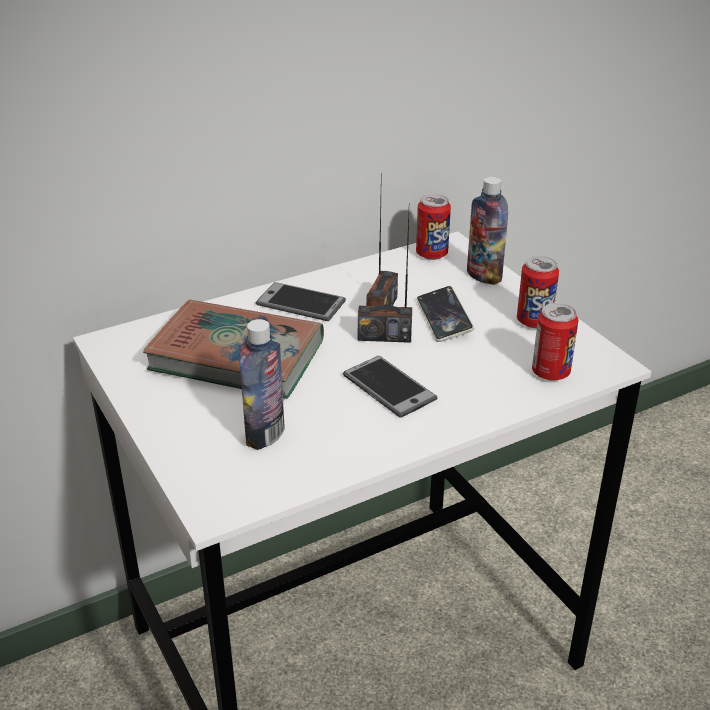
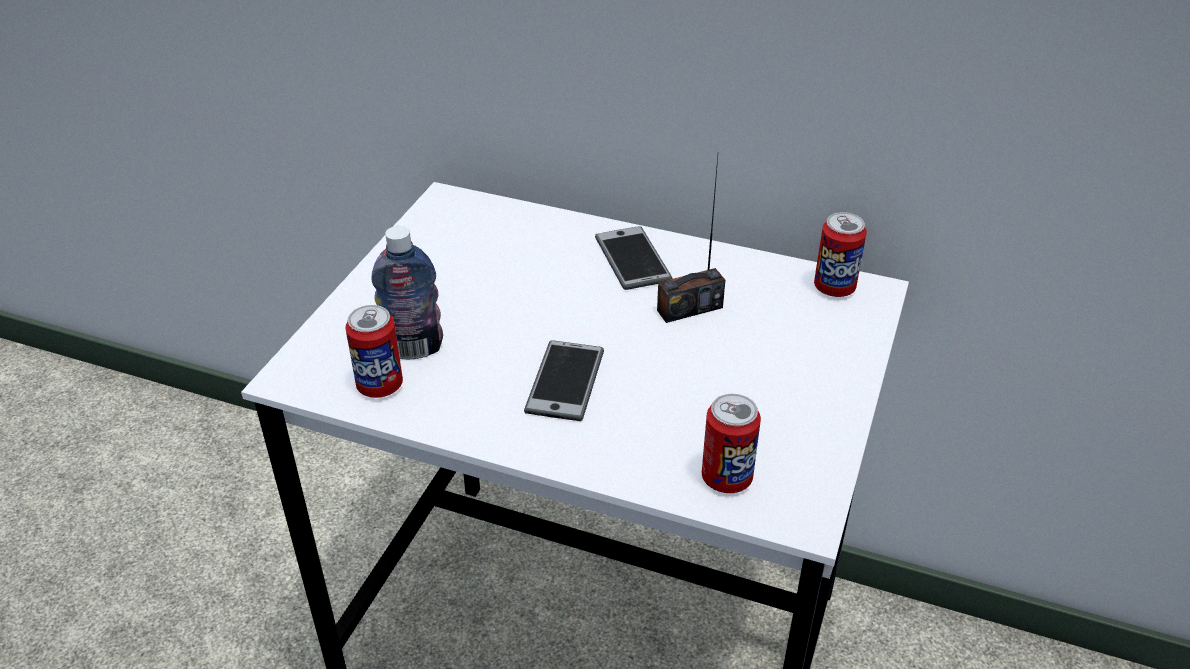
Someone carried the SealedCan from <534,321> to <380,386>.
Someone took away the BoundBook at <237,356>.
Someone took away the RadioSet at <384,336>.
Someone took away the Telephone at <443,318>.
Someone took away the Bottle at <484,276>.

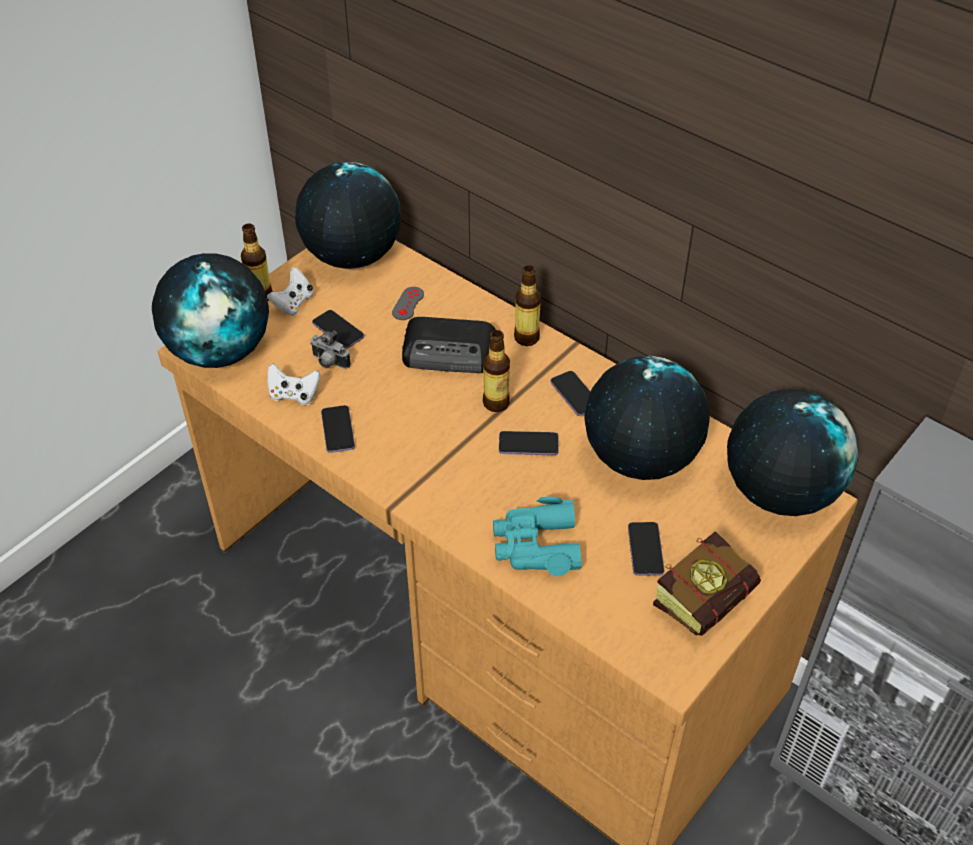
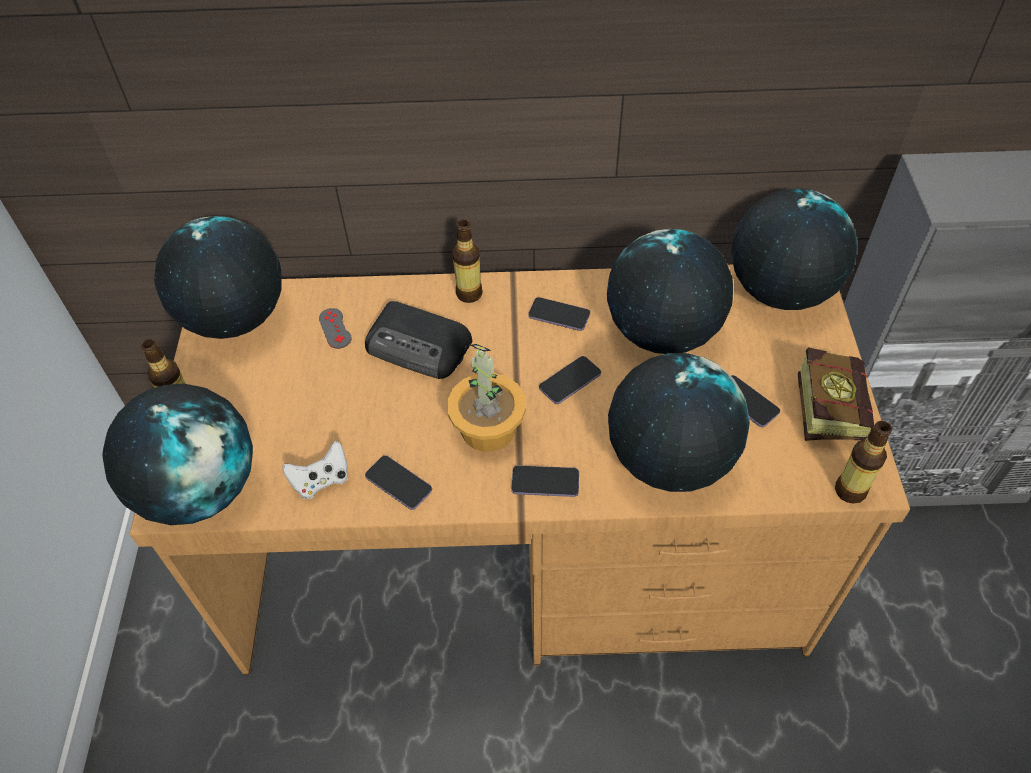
Someone rotated the RadioSet at <450,352> by 60 degrees clockwise.
Someone put down the Houseplant at <487,429>.
Someone carried the Telephone from <338,330> to <545,482>.
Someone swapped the TurquoiseBinoculars at <536,545> for the WorldGlobe at <669,460>.
Someone carried the Bottle from <496,403> to <850,490>.
Someone took away the WhitishJoypad at <293,303>.
Someone took away the PhotoCamera at <329,363>.

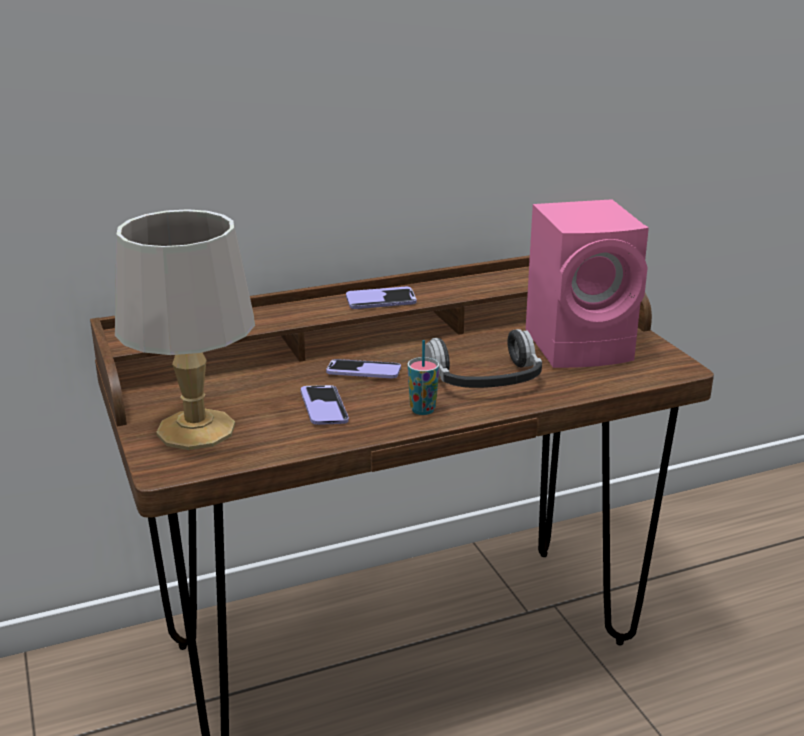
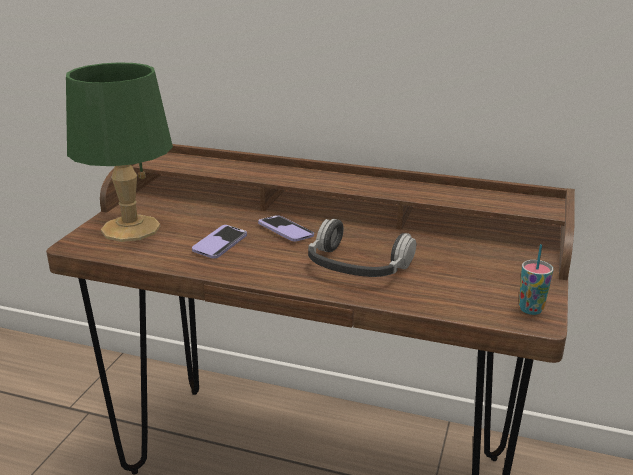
Someone repainted the GreyishTabletopLamp at <194,430>, which became the GreenTabletopLamp at <129,229>.
Someone carried the DrinkingCup from <422,410> to <530,309>.
Someone took away the Telephone at <381,300>.
Someone took away the PinkColouredSpeaker at <582,346>.

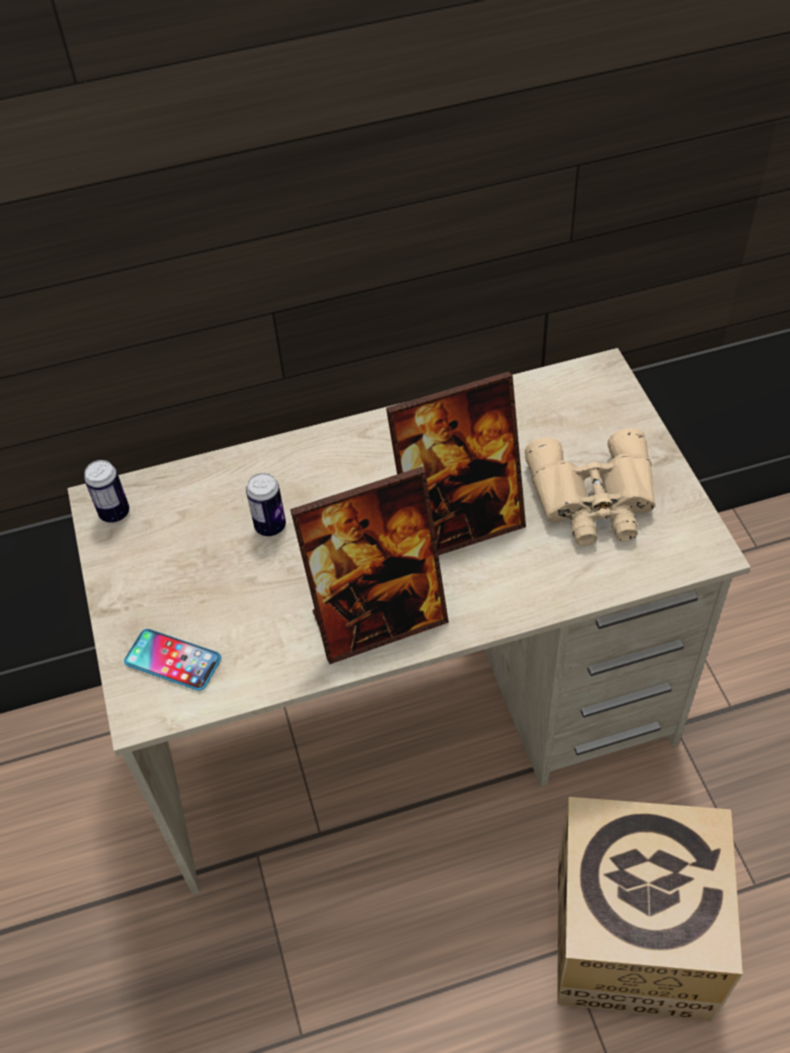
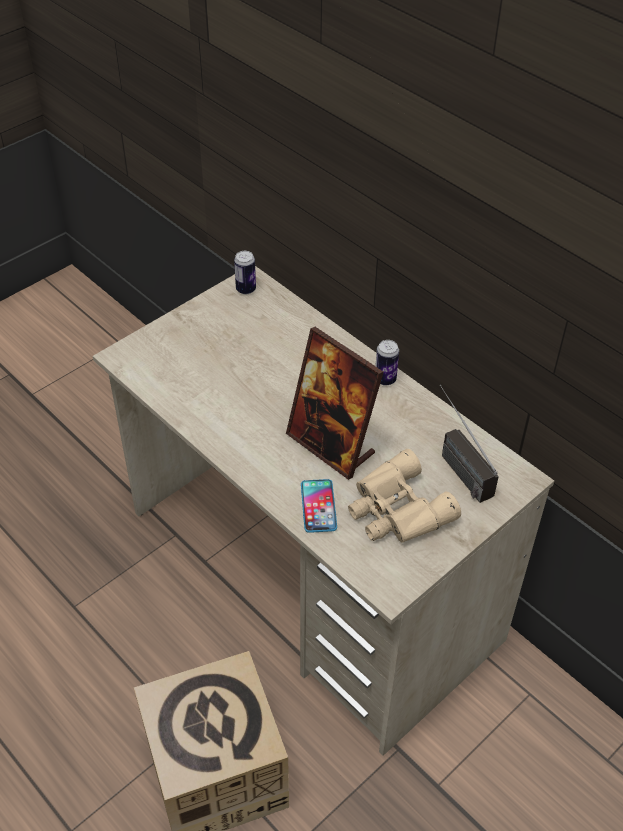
Someone carried the Telephone from <173,660> to <318,506>.
Someone carried the SealedCan from <270,526> to <385,379>.
Someone put down the RadioSet at <455,464>.
Someone took away the PhotoFrame at <378,619>.

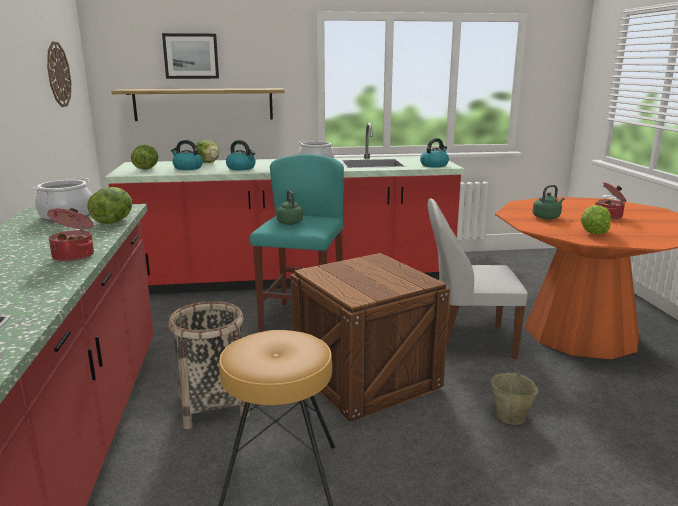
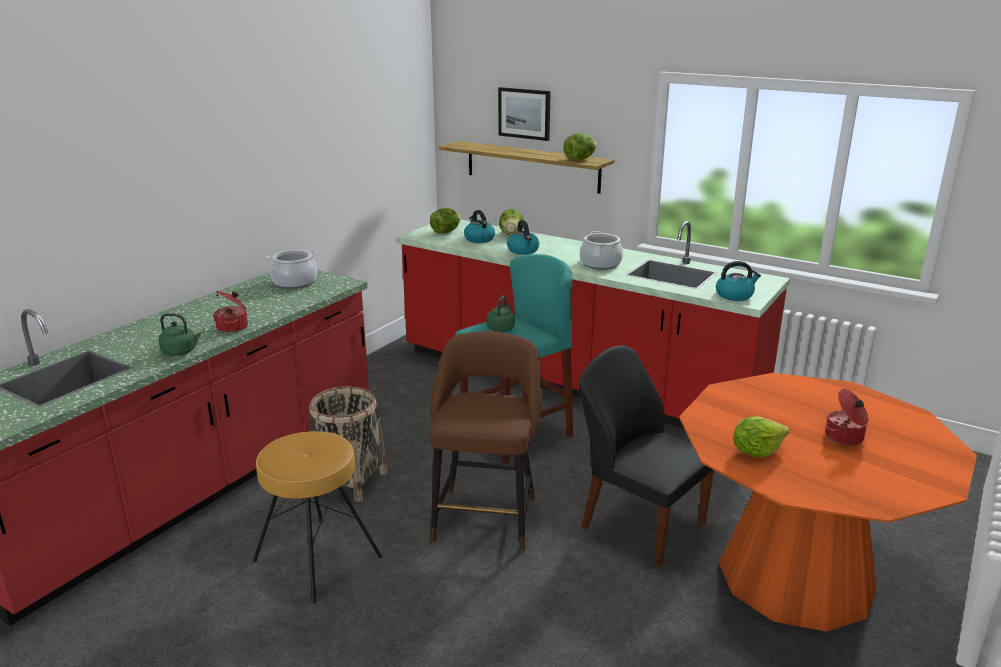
Someone carried the GreenKettle from <547,217> to <181,352>.
Someone swapped the PackingCrate at <365,379> for the BrownColouredStool at <486,515>.
Someone carried the LettuceHead from <113,221> to <579,159>.
Someone repainted the WhitishUprightChair at <467,341>, which became the BlackishUprightChair at <640,524>.
Someone took away the WallClock at <58,74>.
Someone took away the BeigeWaterBucket at <511,416>.

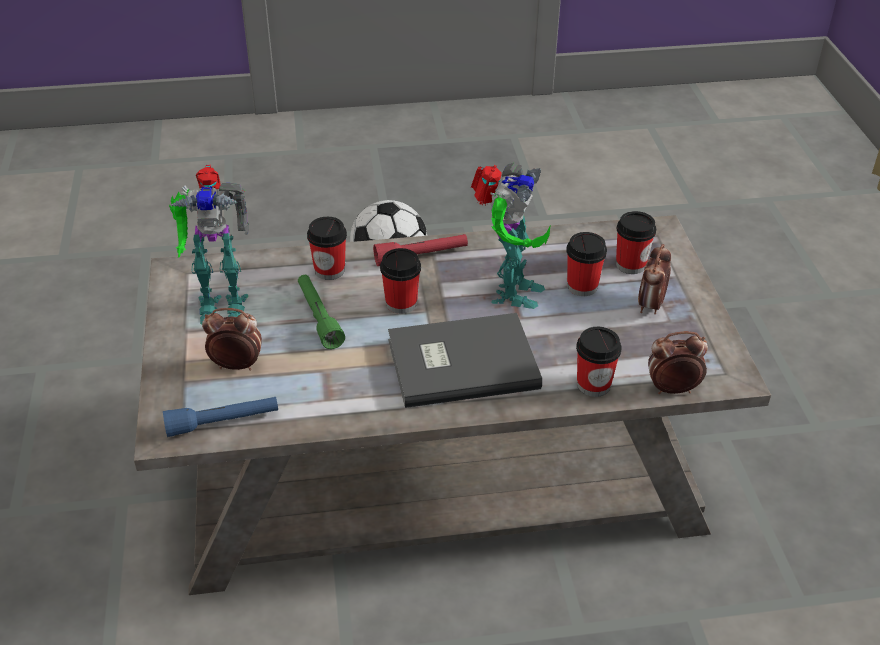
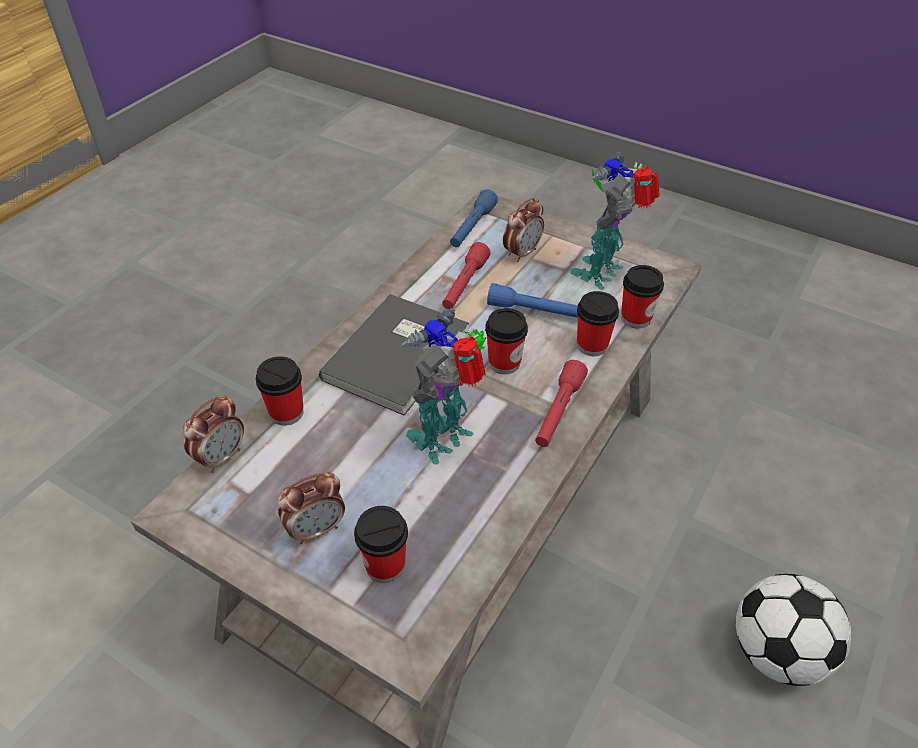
Someone rotated the TableClock at <651,305> by 90 degrees clockwise.
Someone rotated the RobotFigure at <510,292> by 75 degrees clockwise.
Someone put down the ReddishHandTorch at <464,285>.
Someone repainted the GreenHandTorch at <319,317>, which became the BlueHandTorch at <534,311>.
Someone carried the DrinkingCup from <582,286> to <636,318>.

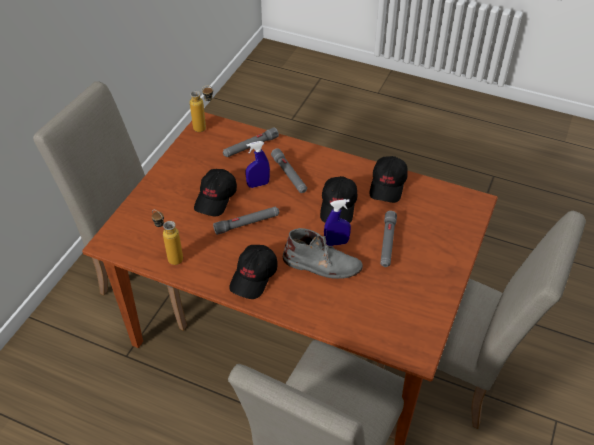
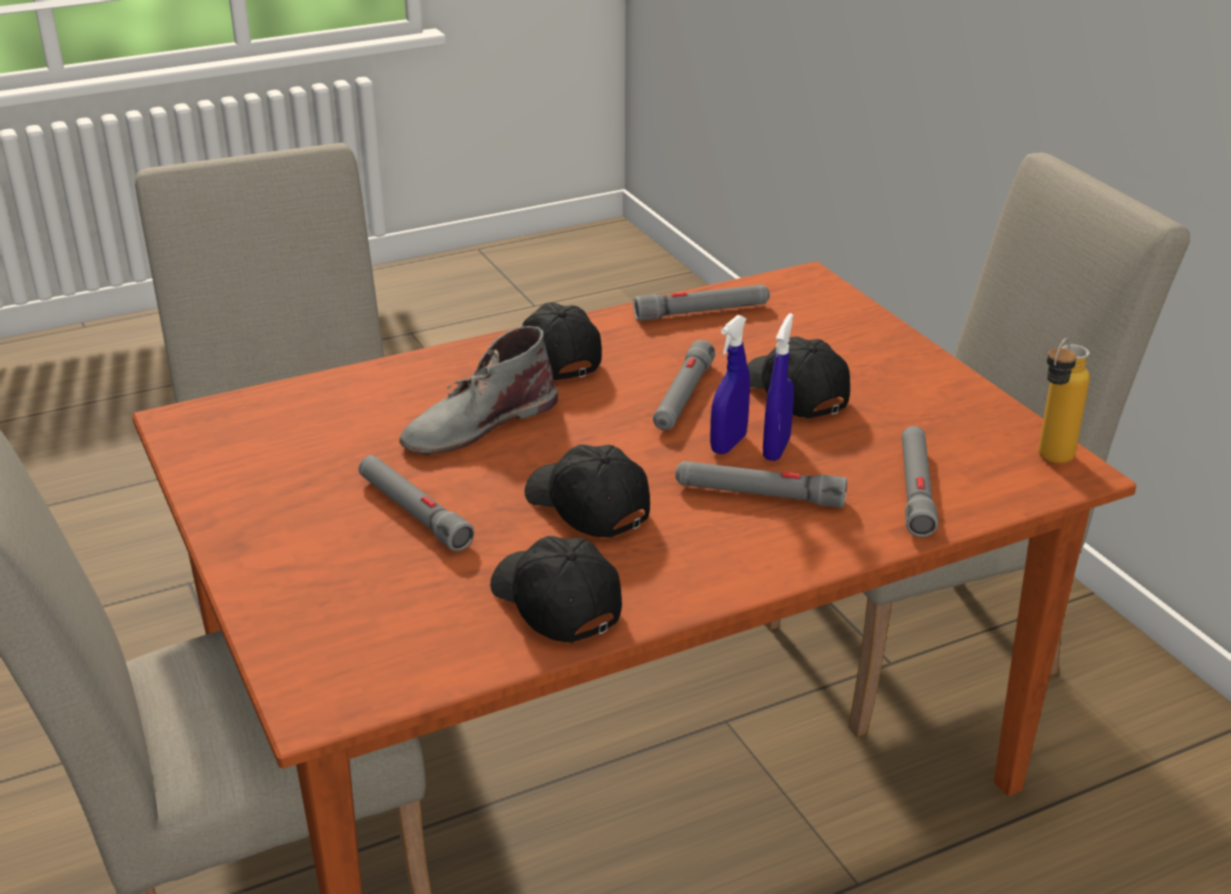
Someone swapped the Bottle at <170,257> for the GreyishHandTorch at <702,312>.
Someone carried the BlueSprayer from <336,243> to <728,444>.

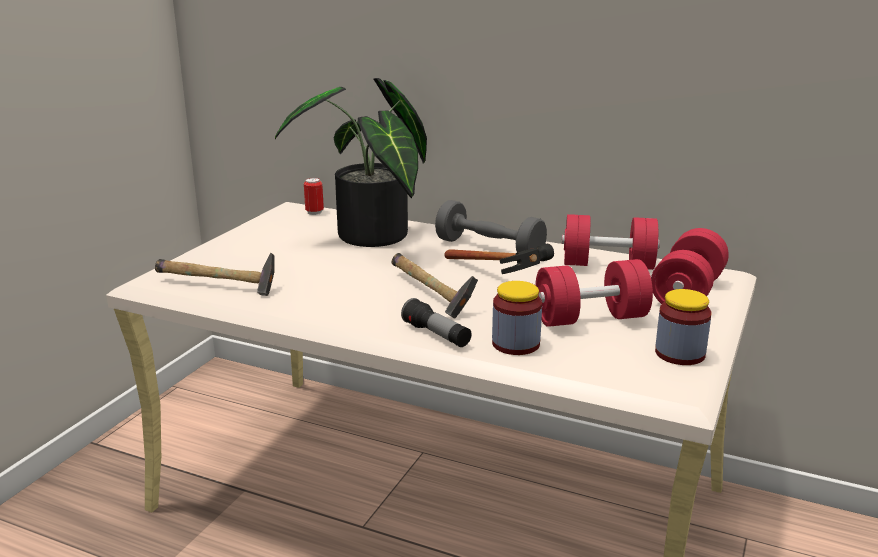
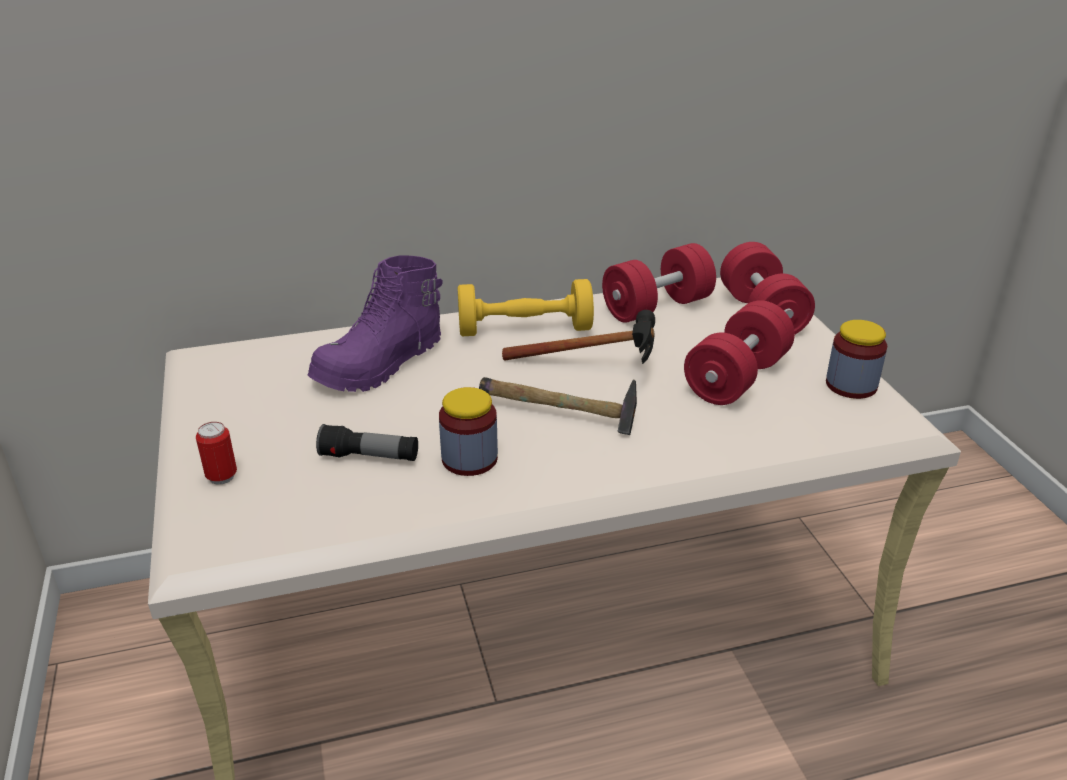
Someone carried the SealedCan from <314,212> to <221,477>.
Someone swapped the Houseplant at <371,239> for the PurpleTallBoot at <380,366>.
Someone carried the HandTorch from <436,335> to <369,457>.
Someone carried the PreserveJar from <515,344> to <469,459>.
Someone repainted the GreyishDumbbell at <489,249>, which became the YellowDumbbell at <524,330>.
Someone took away the ToolHammer at <218,286>.

